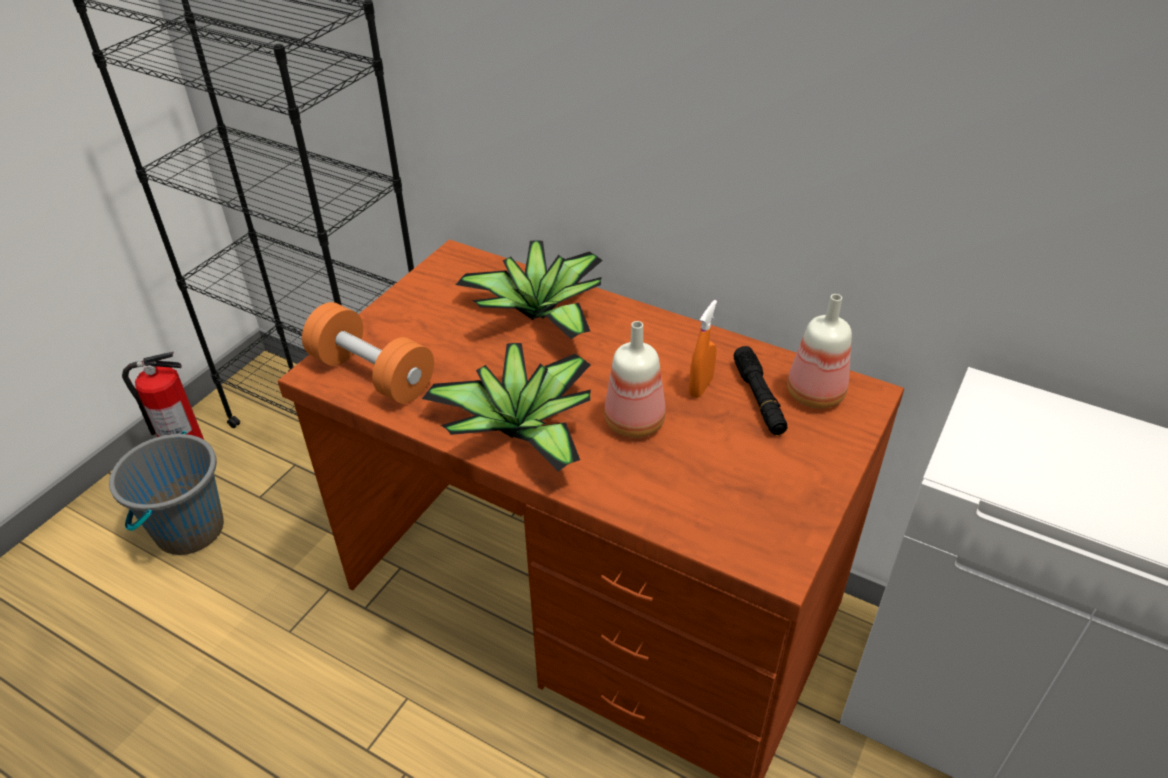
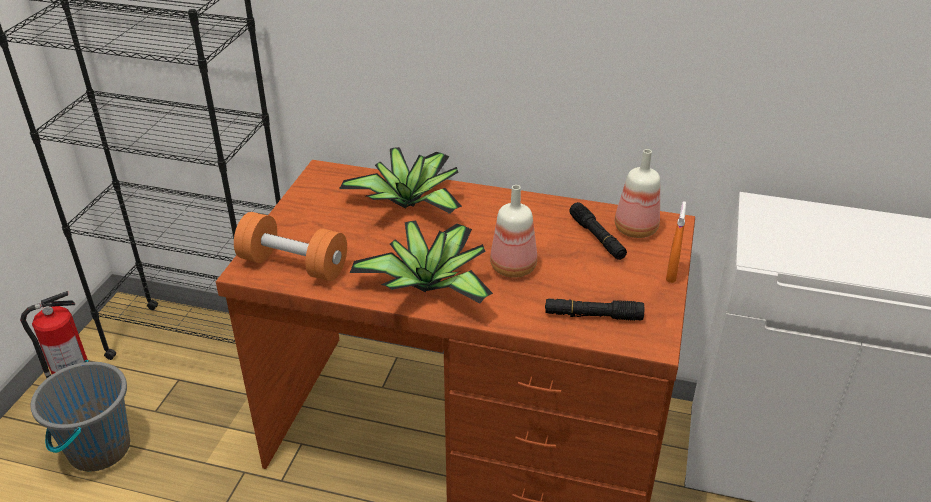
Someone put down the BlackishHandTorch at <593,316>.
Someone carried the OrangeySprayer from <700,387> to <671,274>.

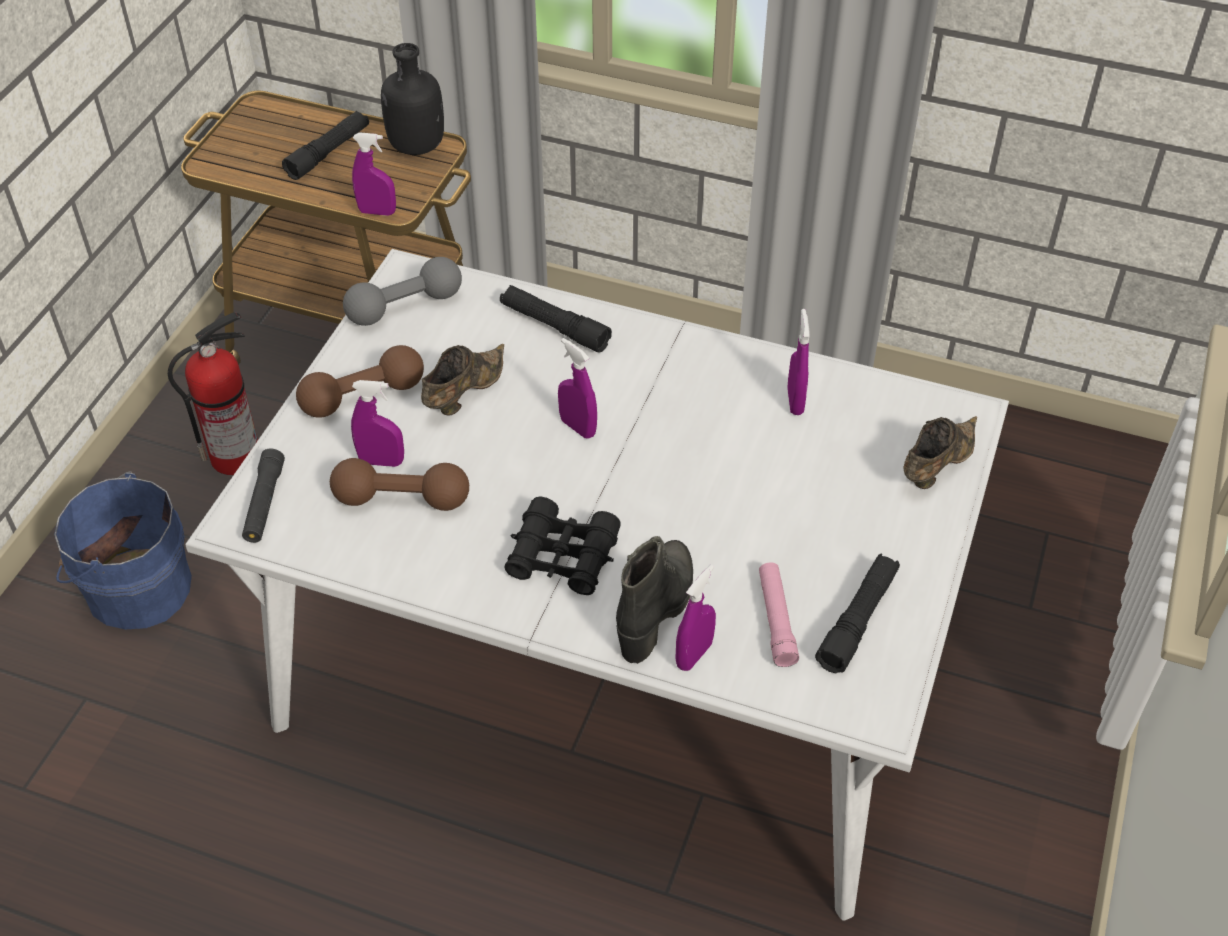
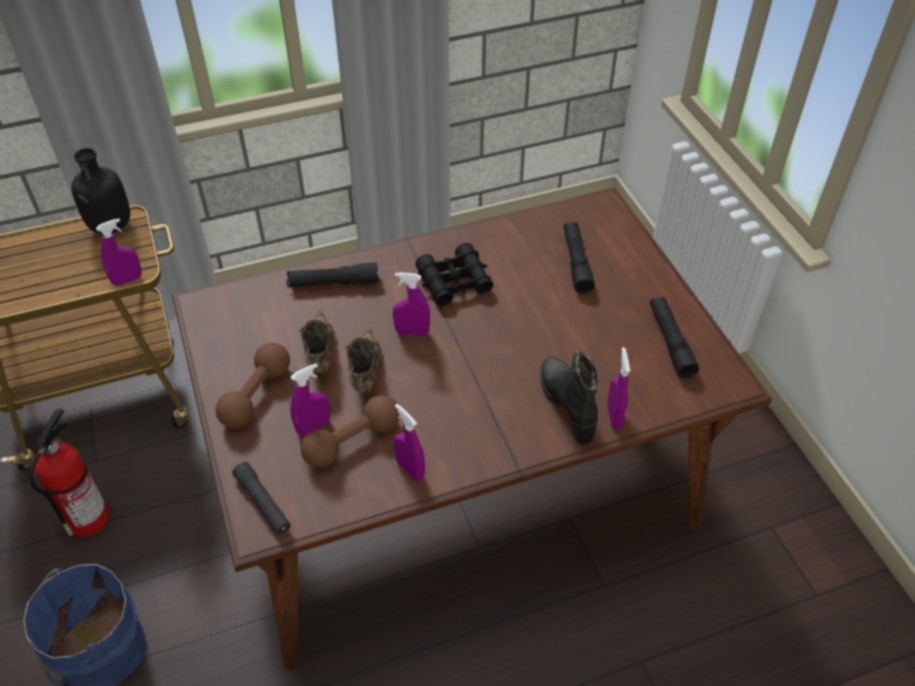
Someone repainted the WhitishKitchenTable at <610,667>, which became the BrownColouredKitchenTable at <455,485>.
Someone carried the BrownColouredShoe from <935,466> to <365,373>.
Someone carried the PurpleSprayer from <795,401> to <410,469>.
Someone carried the BlackishBinoculars from <563,556> to <454,282>.
Someone carried the BlackishHandTorch from <328,153> to <576,262>.
Someone took away the GreyishDumbbell at <405,306>.
Someone took away the PinkColouredHandTorch at <776,620>.

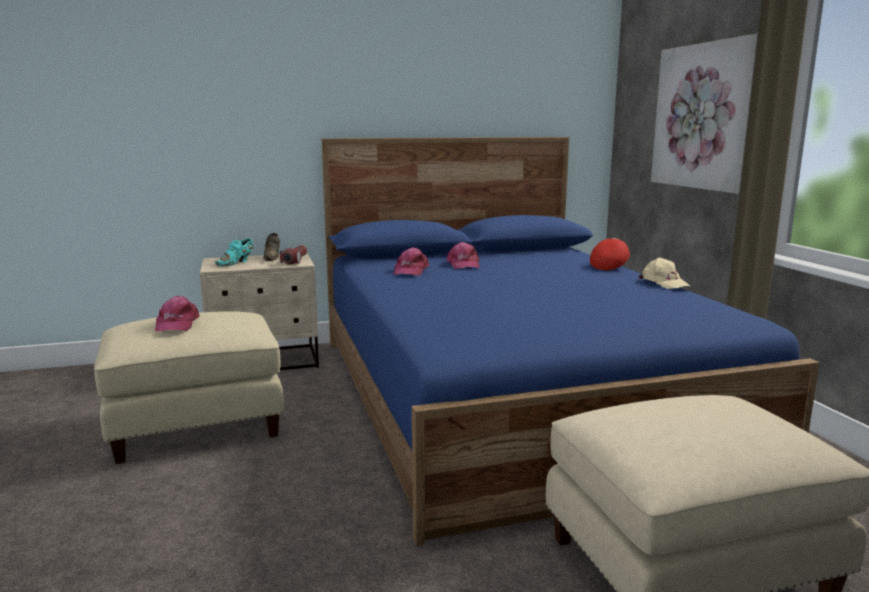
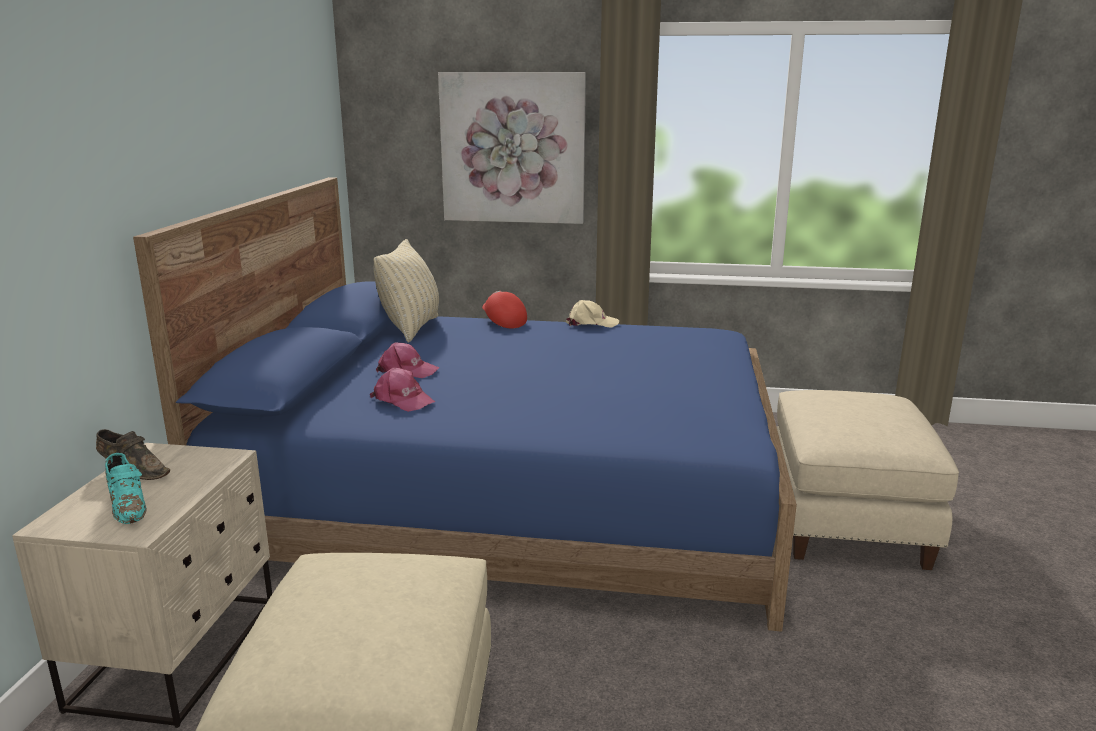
Someone put down the BeigePillow at <411,328>.
Someone took away the PinkColouredPeakedCap at <176,324>.
Someone took away the HandTorch at <295,261>.

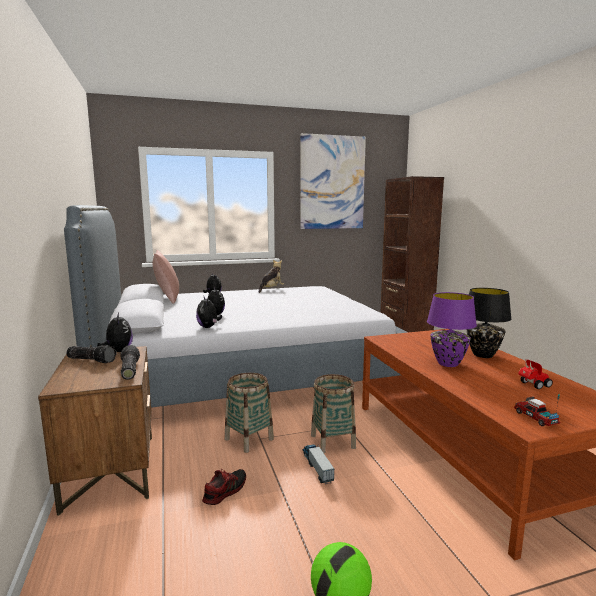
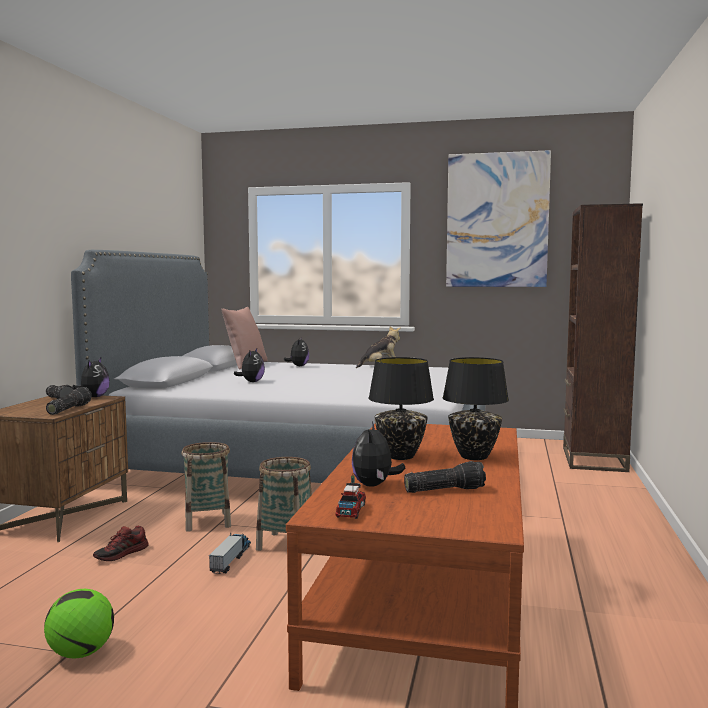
Someone rotated the Shoe at <225,491> by 150 degrees clockwise.
Someone carried the PlushToy from <208,327> to <374,485>.
Someone repainted the PurpleTabletopLamp at <447,363>, which became the BlackishTabletopLamp at <400,456>.
Someone swapped the ToyCar at <532,385> for the HandTorch at <444,489>.

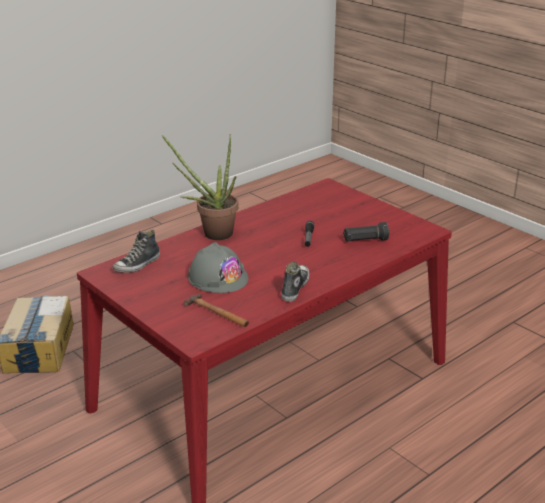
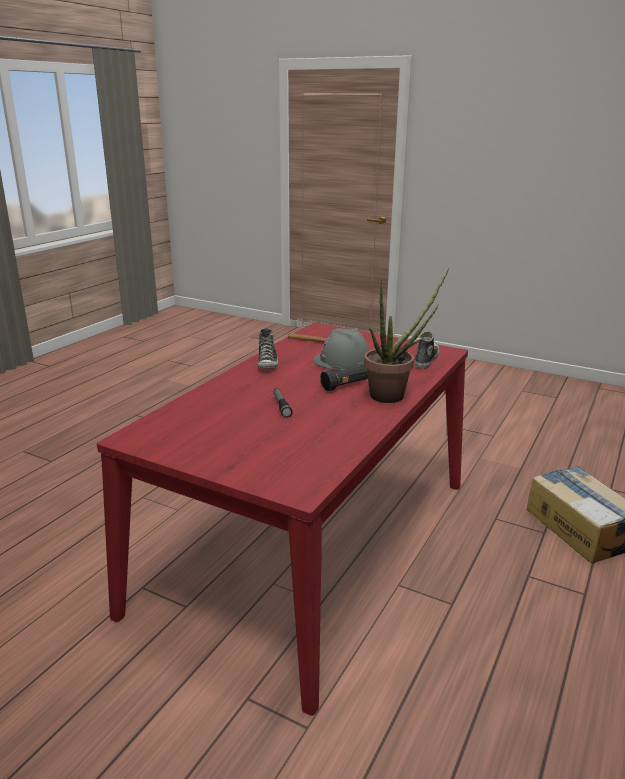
Someone carried the BlackishHandTorch from <365,240> to <345,385>.

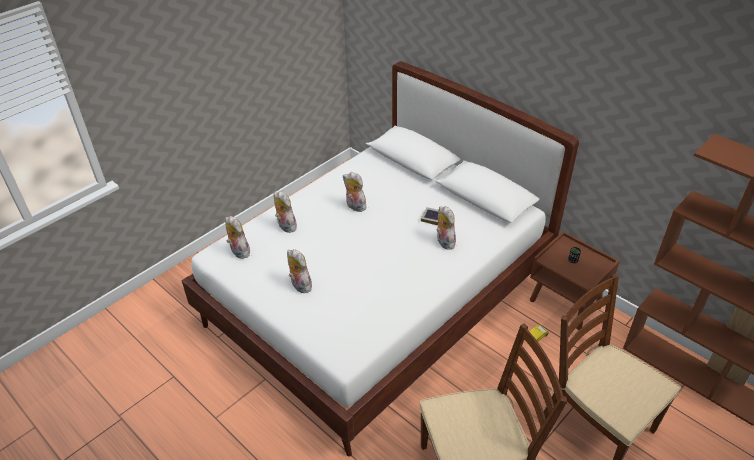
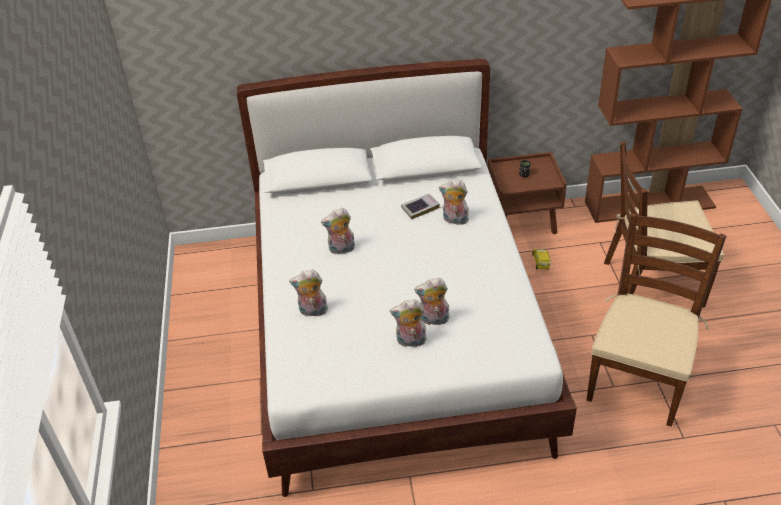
Someone carried the PlushToy from <238,252> to <433,320>.

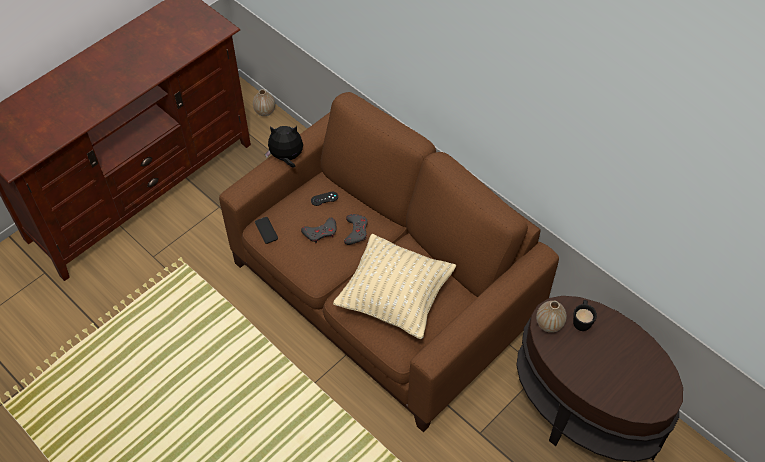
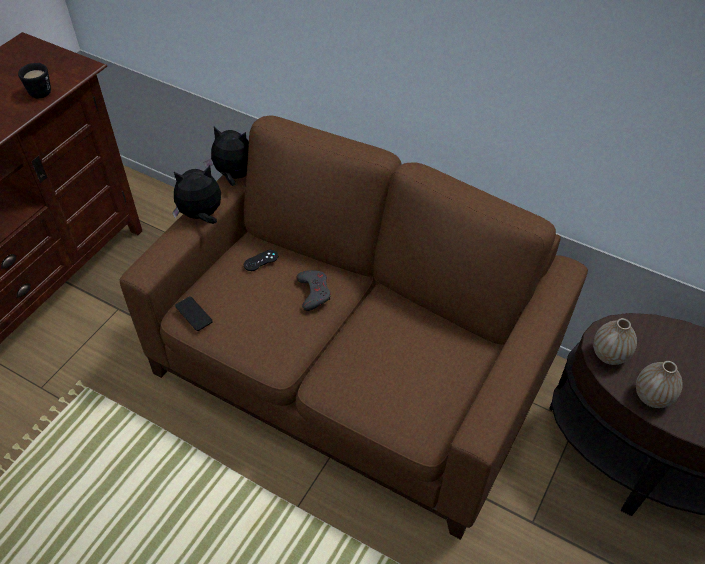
Someone carried the BlackishMug from <582,320> to <41,90>.
Someone put down the PlushToy at <234,176>.
Someone carried the Vase from <265,112> to <651,397>.
Someone took away the GreyishJoypad at <320,232>.
Someone took away the BeigePillow at <395,298>.

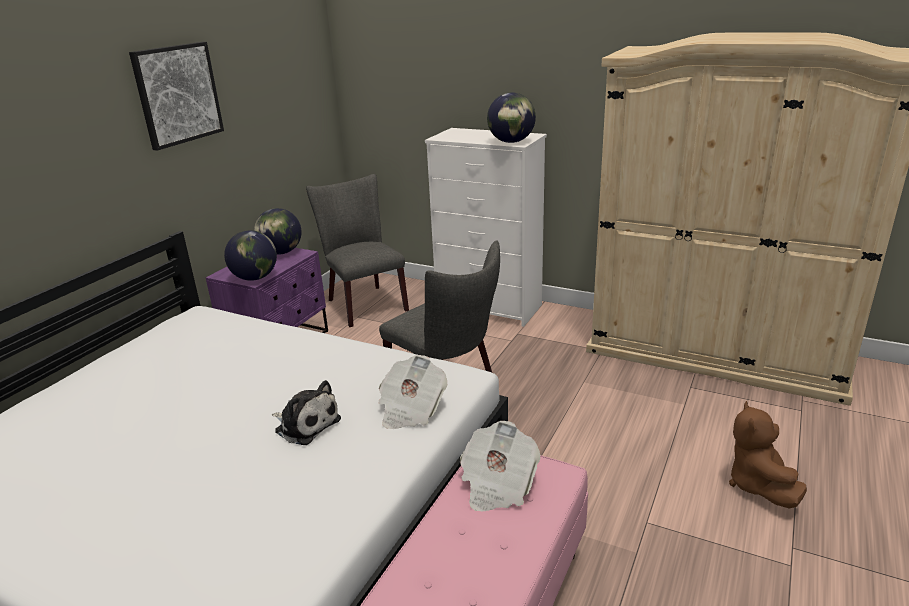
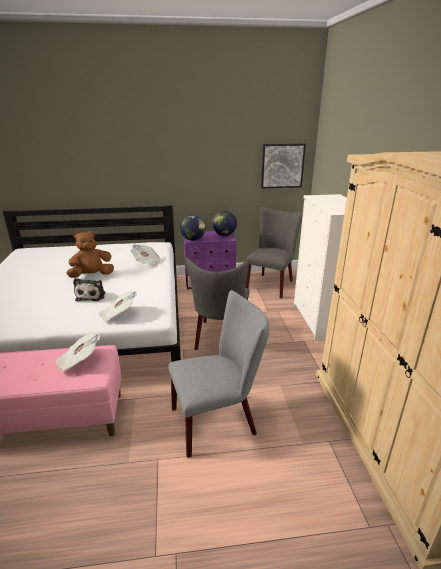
Someone carried the BrownColouredPlushToy from <758,485> to <92,275>.
Someone put down the PrintedPaper at <147,263>.
Someone put down the GreyishUprightChair at <218,420>.
Someone carried the Picture from <178,94> to <282,166>.
Someone took away the WorldGlobe at <511,142>.

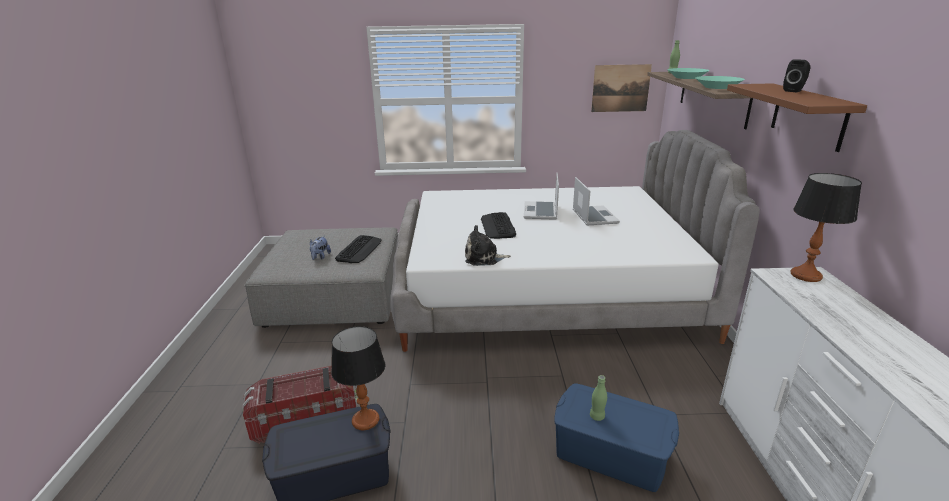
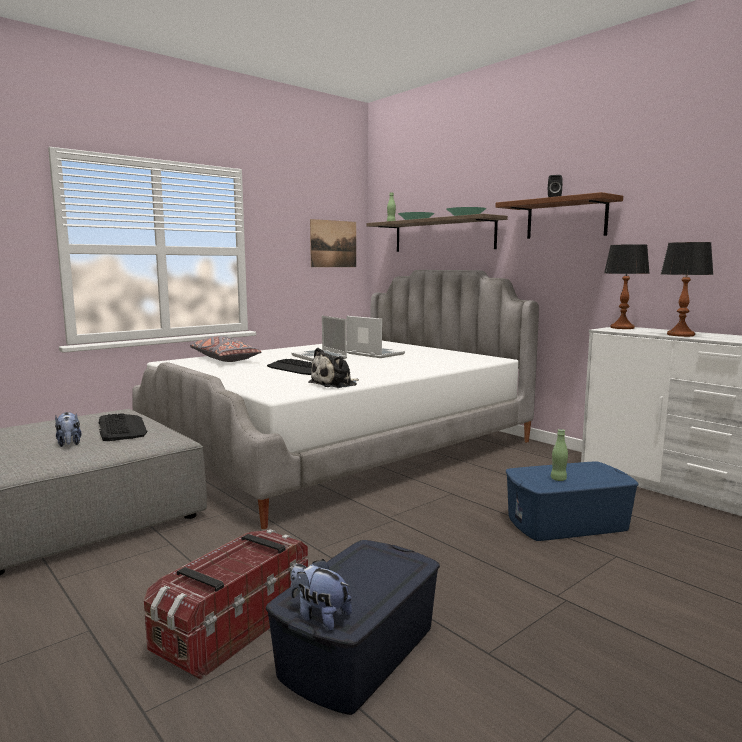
Someone put down the GreyishPillow at <224,359>.
Someone put down the PlushToy at <319,616>.
Someone carried the TabletopLamp from <366,420> to <681,335>.

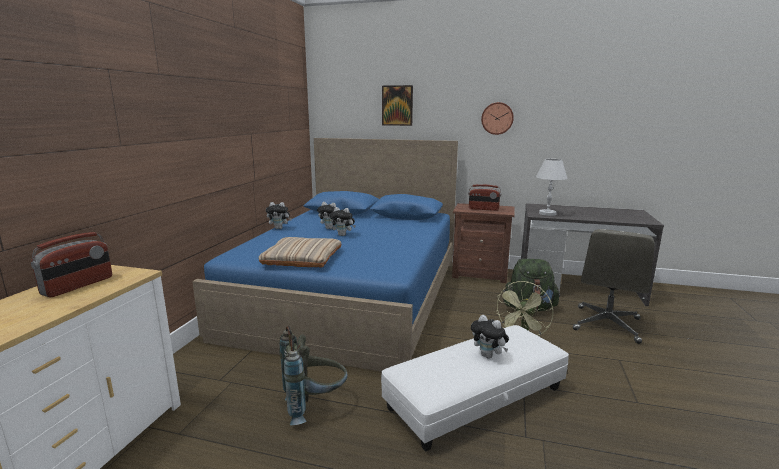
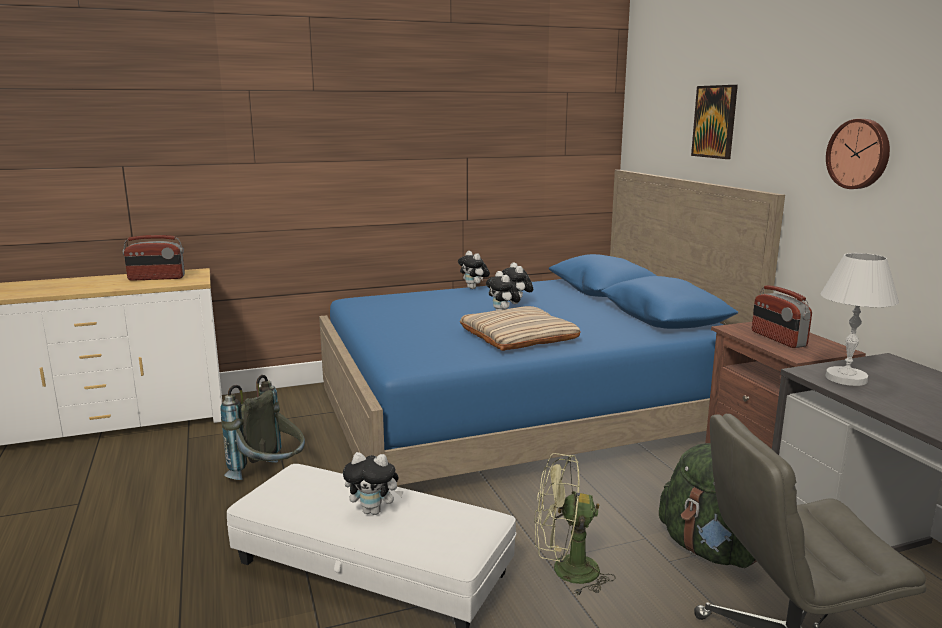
Someone rotated the PlushToy at <488,356> by 90 degrees counterclockwise.
Someone carried the BeigePillow from <302,258> to <518,336>.

